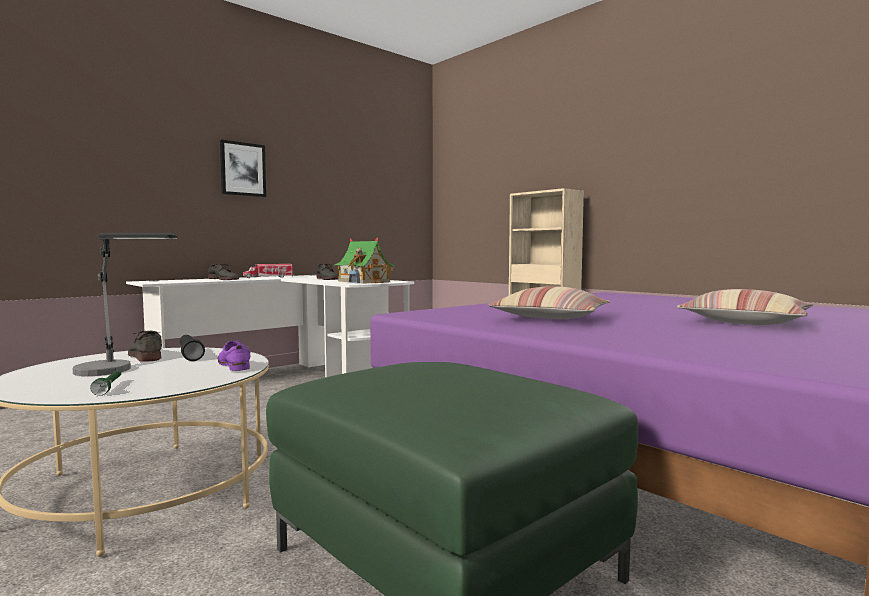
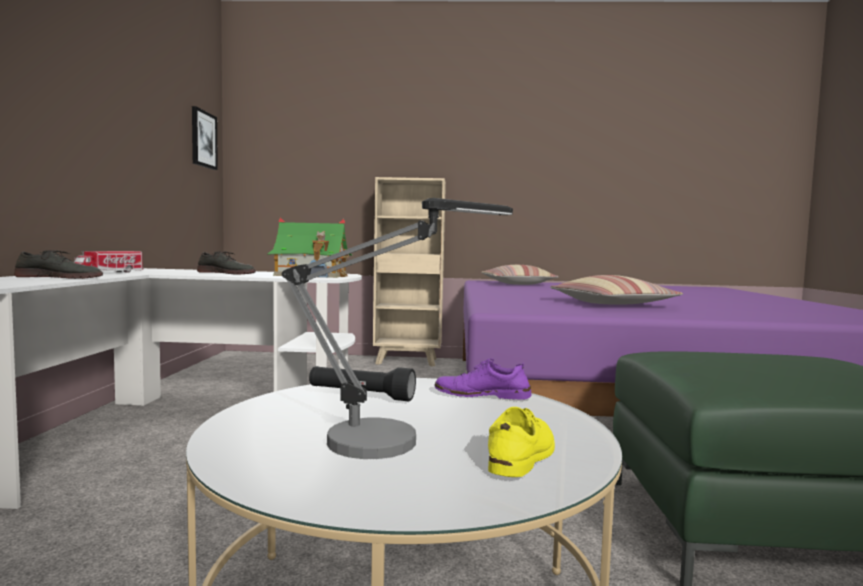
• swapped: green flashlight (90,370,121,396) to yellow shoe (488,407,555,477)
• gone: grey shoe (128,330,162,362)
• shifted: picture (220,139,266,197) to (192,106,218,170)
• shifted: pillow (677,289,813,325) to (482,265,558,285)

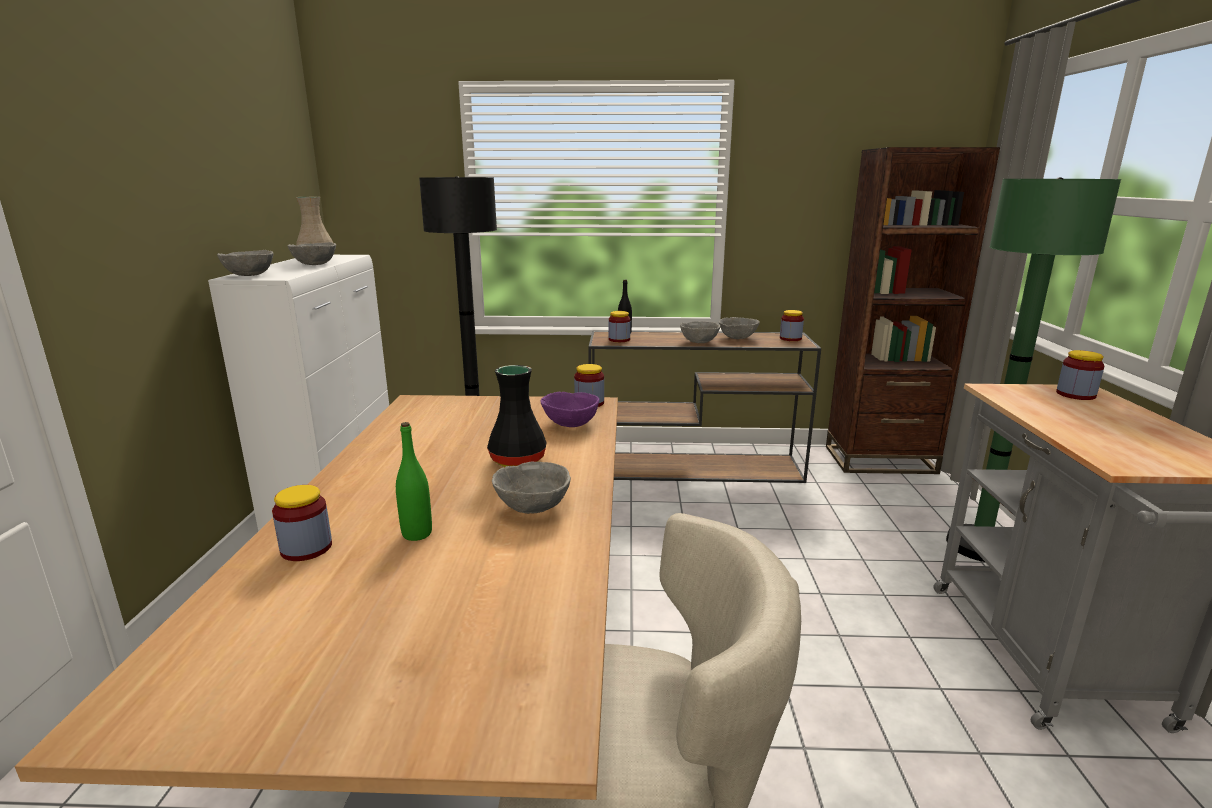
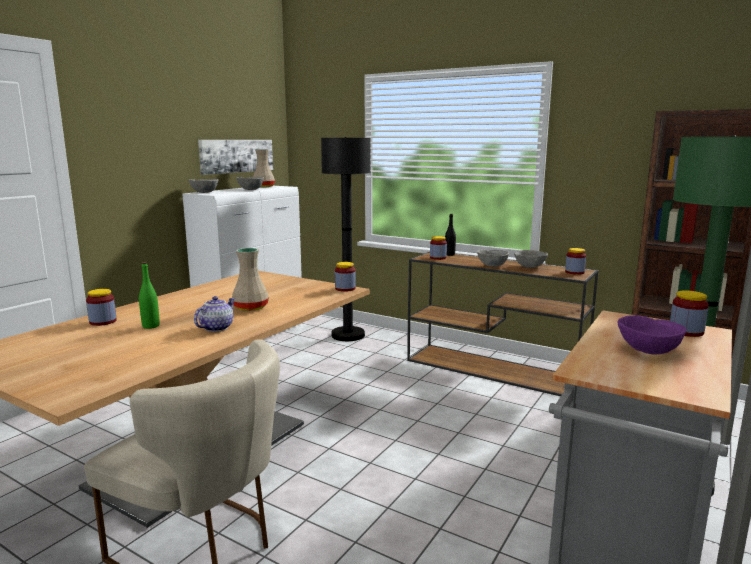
• repainted: black vase (487,365,547,467) to beige vase (232,248,269,311)
• swapped: grey bowl (492,461,571,514) to teapot (194,296,235,332)
• shifted: purple bowl (540,392,599,427) to (617,315,687,355)
• new: picture (198,140,273,175)

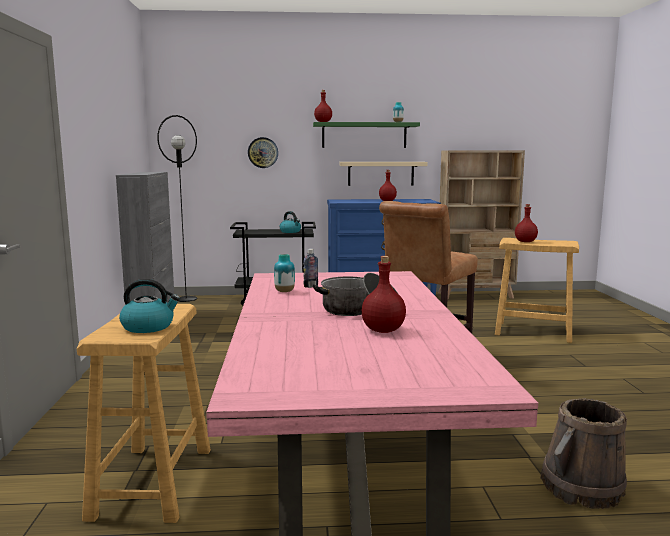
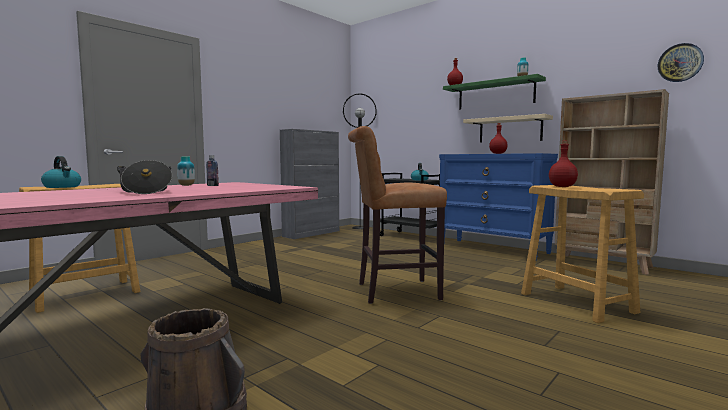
• shifted: wall clock (248,137,278,168) to (658,43,704,82)
• gone: red bottle (362,256,406,333)

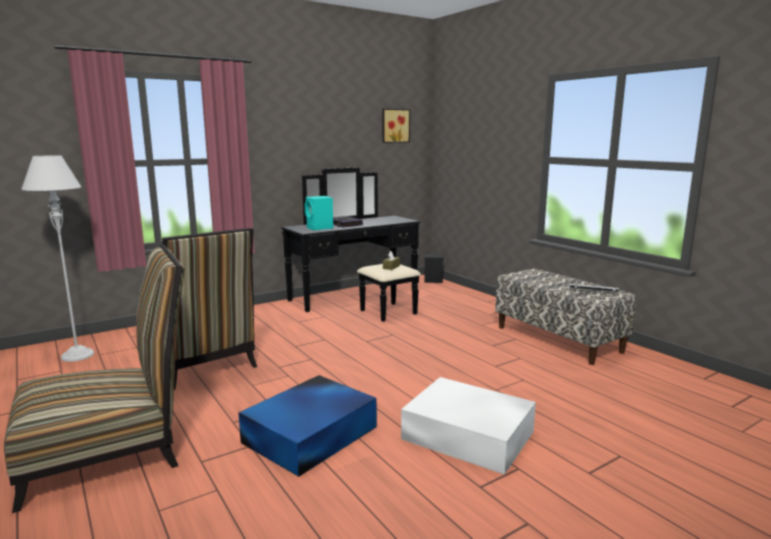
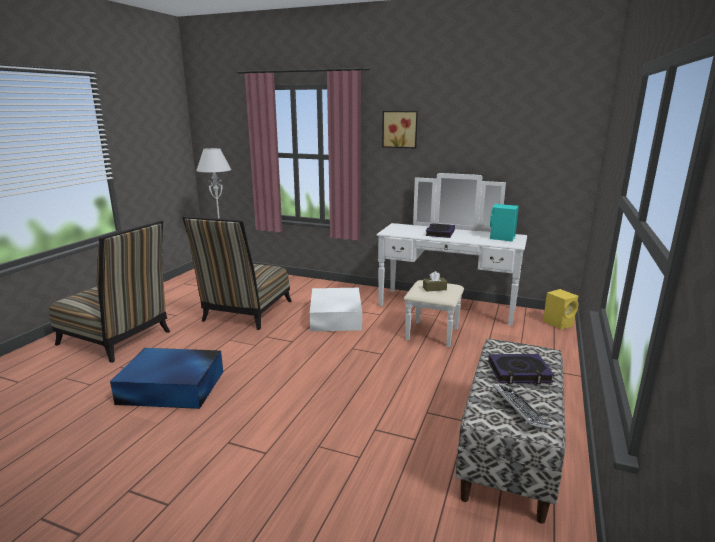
• repainted: black dresser (281,168,421,322) to white dresser (377,173,527,347)
• shifted: turquoise speaker (305,196,333,230) to (490,204,519,241)
• shifted: picture (383,109,410,143) to (382,111,418,149)
• shifted: white storage box (401,377,536,475) to (310,288,362,332)
• repainted: black speaker (424,254,444,283) to yellow speaker (543,289,579,330)
• new: book (488,354,554,384)

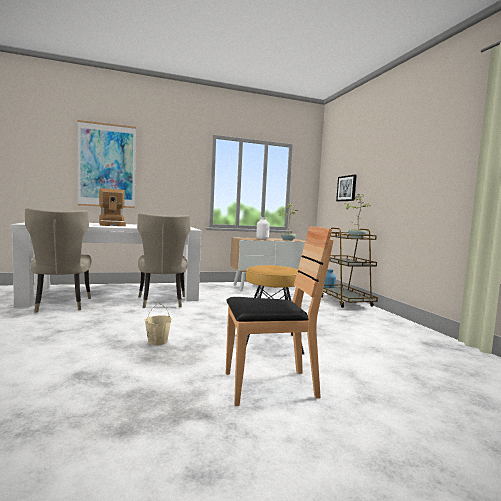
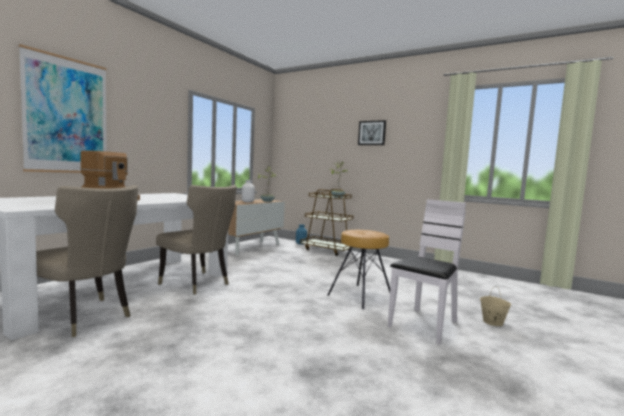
• shifted: beige bucket (145,303,172,345) to (480,286,511,326)
• repainted: brown chair (226,226,334,406) to white chair (388,199,466,345)
• shifted: picture (336,175,357,201) to (358,120,386,145)

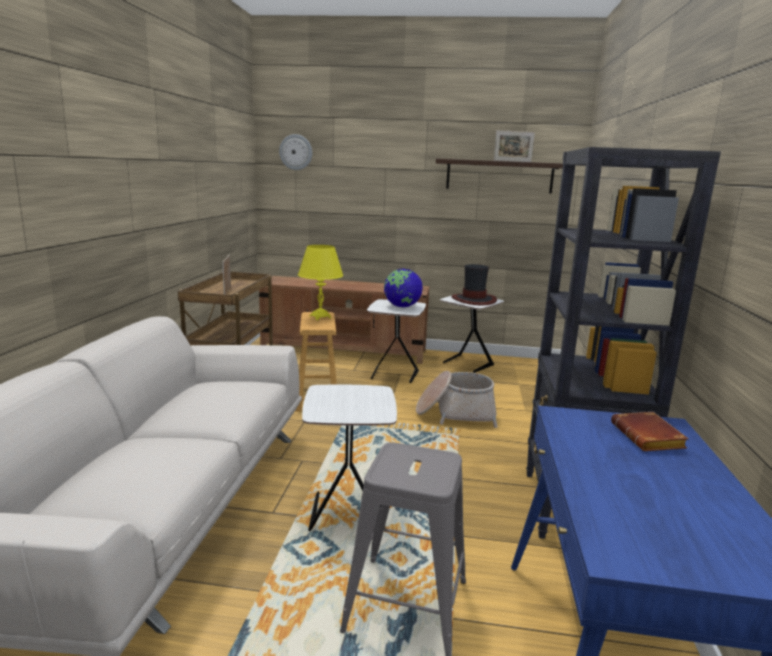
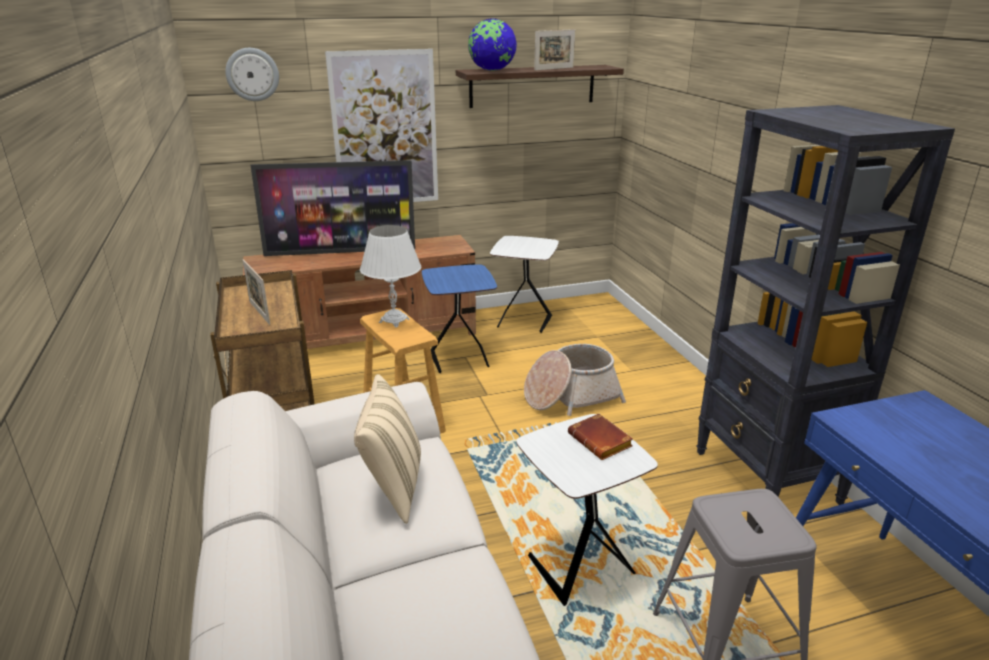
• repainted: yellow table lamp (298,245,343,320) to white table lamp (360,225,422,327)
• repainted: white side table (367,299,426,384) to blue side table (422,264,497,373)
• shifted: globe (384,269,423,307) to (468,18,517,71)
• gone: hat (452,264,497,305)
• shifted: brown book (611,412,689,451) to (568,414,633,460)
• new: television (251,160,415,256)
• new: picture (325,49,438,202)
• new: beige pillow (354,374,421,524)

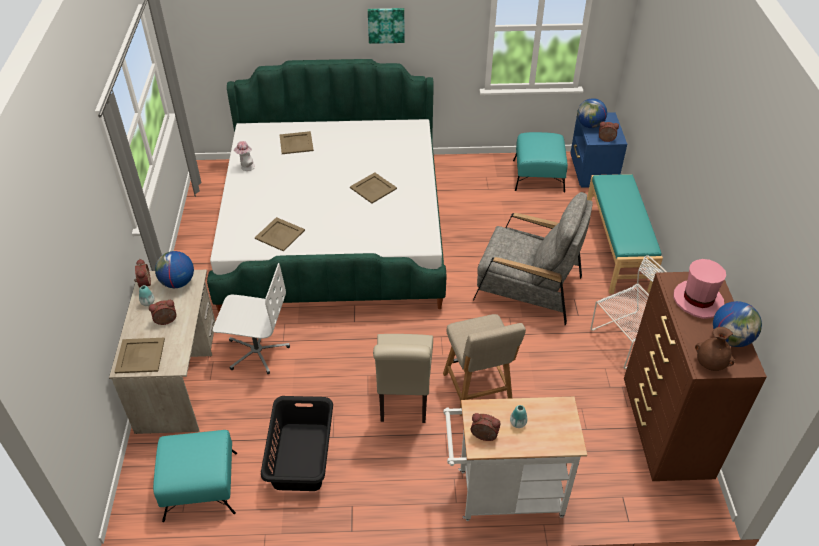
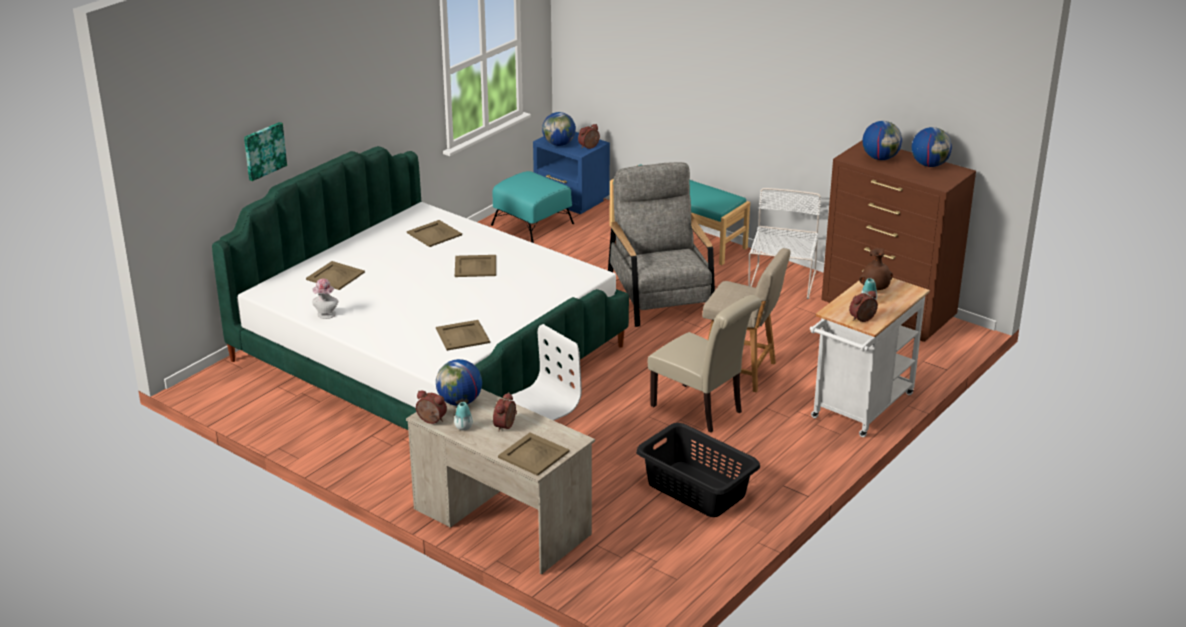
• gone: turquoise ottoman (153,430,237,522)
• shifted: picture (368,8,404,44) to (244,122,287,181)
• rotated: grey armchair (473,192,593,326) = (608,162,715,327) 75 degrees counterclockwise
• swapped: pink hat (673,259,726,319) to globe (862,121,902,160)
• shifted: brown vase (695,327,735,371) to (859,248,893,290)
• new: beige tray (407,220,462,247)

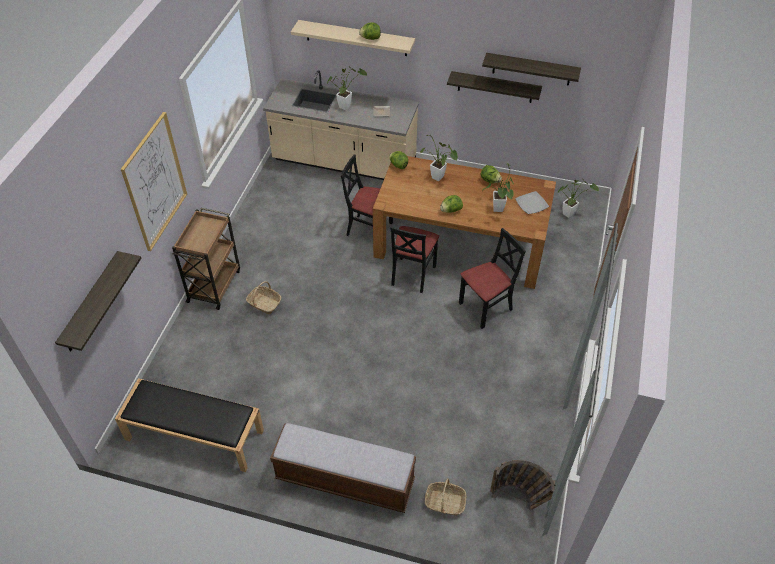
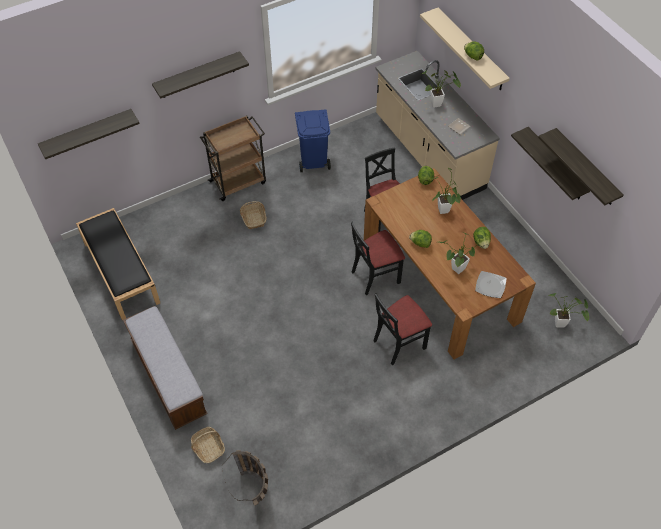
• swapped: picture (121,112,187,251) to shelf (152,51,249,99)
• rotated: black chair (459,228,526,329) = (373,294,432,365) 135 degrees clockwise
• new: blue trash can (295,109,331,172)

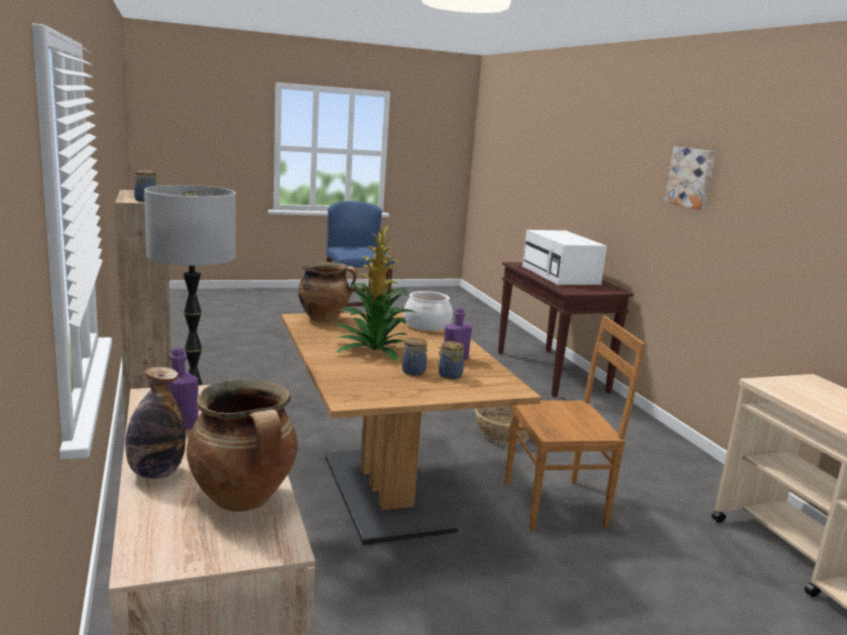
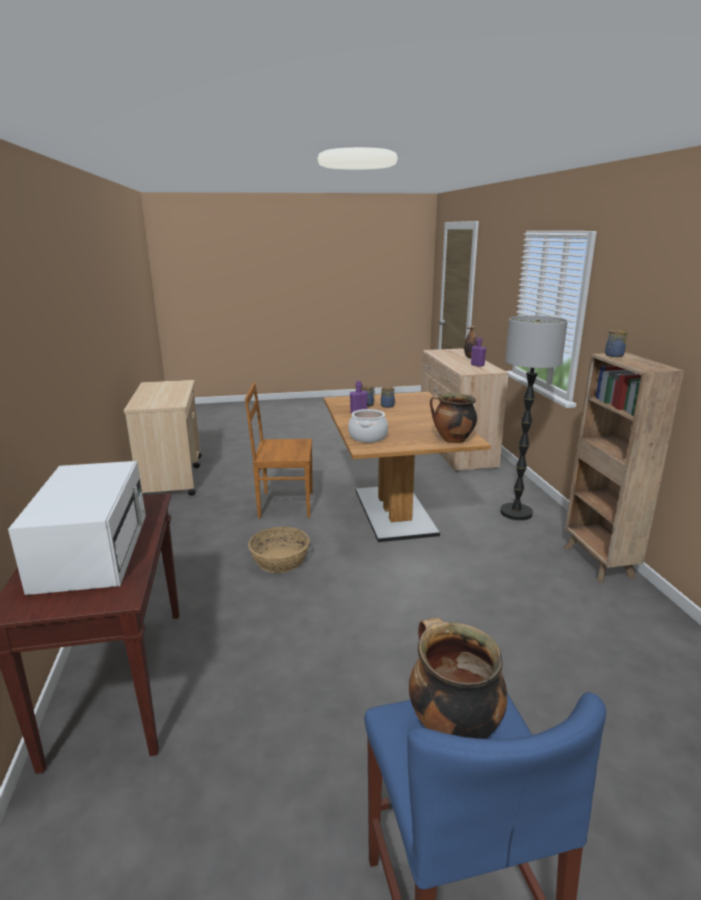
• shifted: cooking pot (186,379,298,512) to (409,618,507,739)
• gone: potted plant (335,226,416,361)
• gone: picture (664,147,716,210)

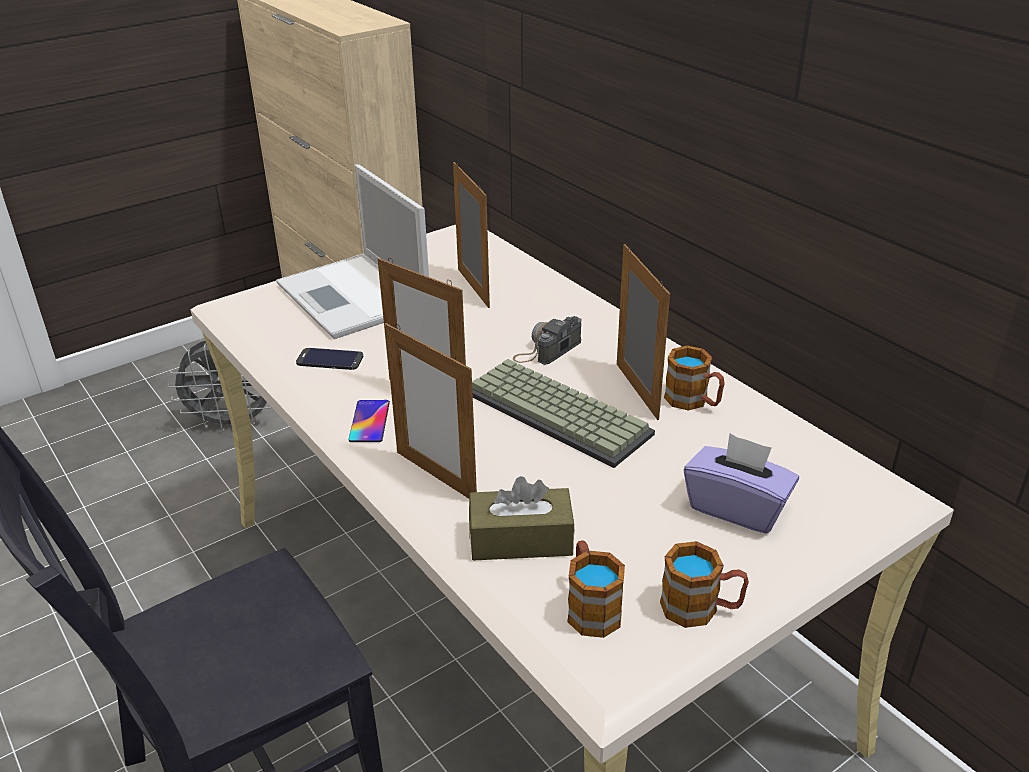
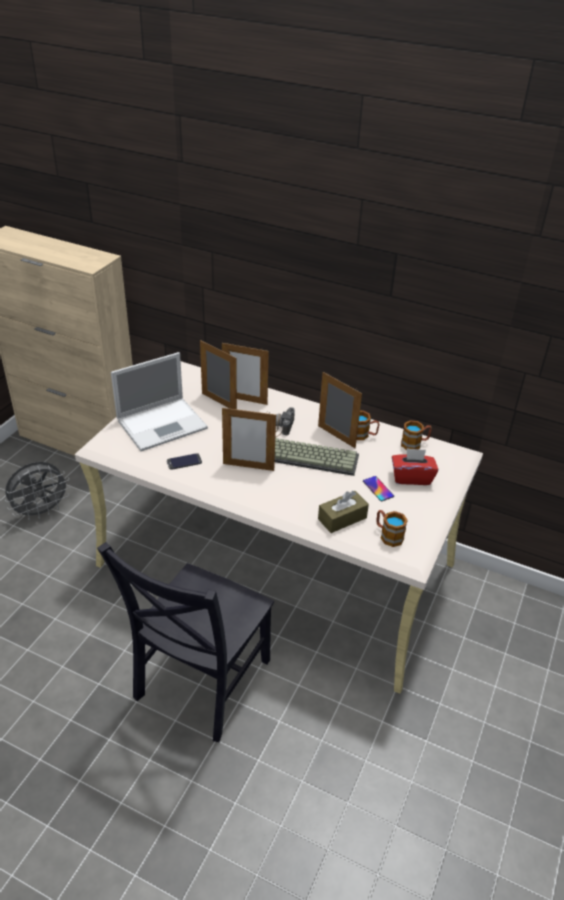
• rotated: laptop (276,164,429,339) = (111,352,208,451) 60 degrees counterclockwise
• shifted: phone (349,400,390,442) to (363,476,394,501)
• shifted: picture frame (385,323,477,499) to (222,343,269,405)
• shifted: mug (660,541,749,628) to (401,420,432,450)
• repainted: purple tissue box (684,433,799,534) to red tissue box (392,448,438,485)

